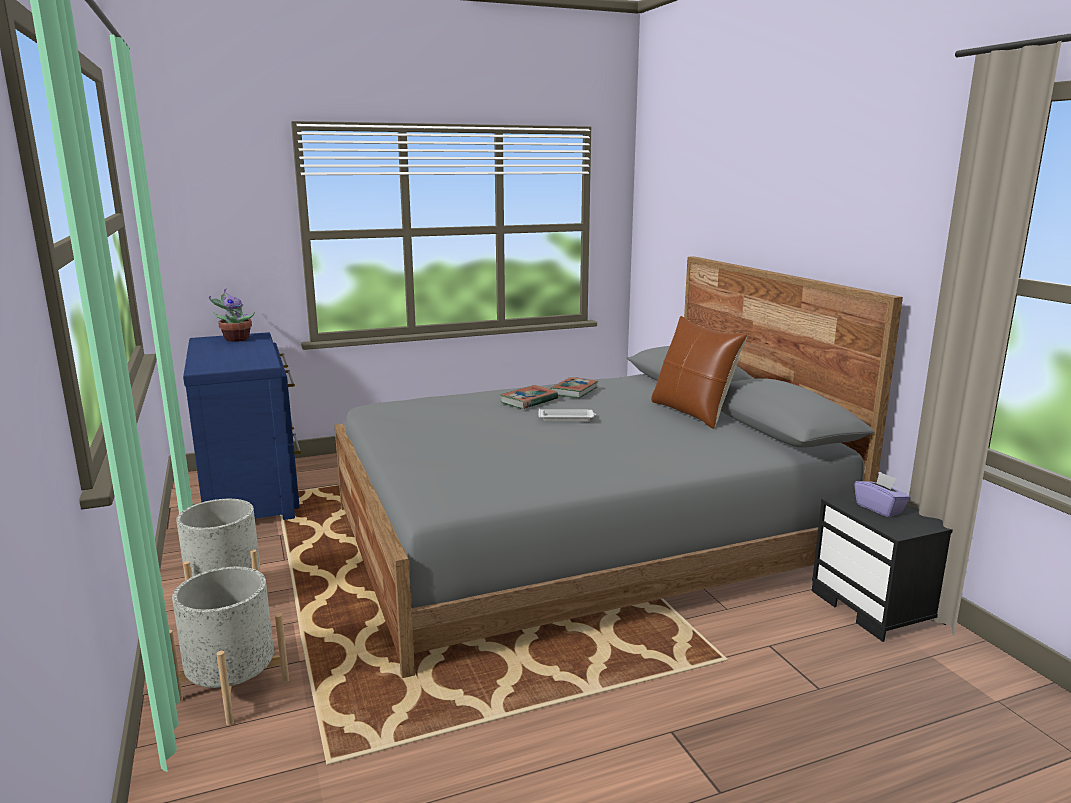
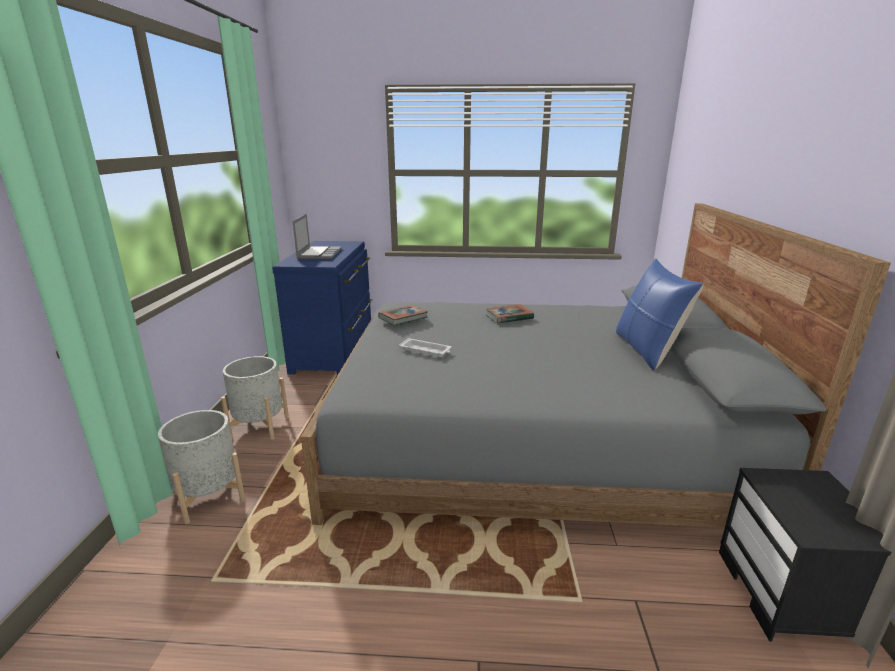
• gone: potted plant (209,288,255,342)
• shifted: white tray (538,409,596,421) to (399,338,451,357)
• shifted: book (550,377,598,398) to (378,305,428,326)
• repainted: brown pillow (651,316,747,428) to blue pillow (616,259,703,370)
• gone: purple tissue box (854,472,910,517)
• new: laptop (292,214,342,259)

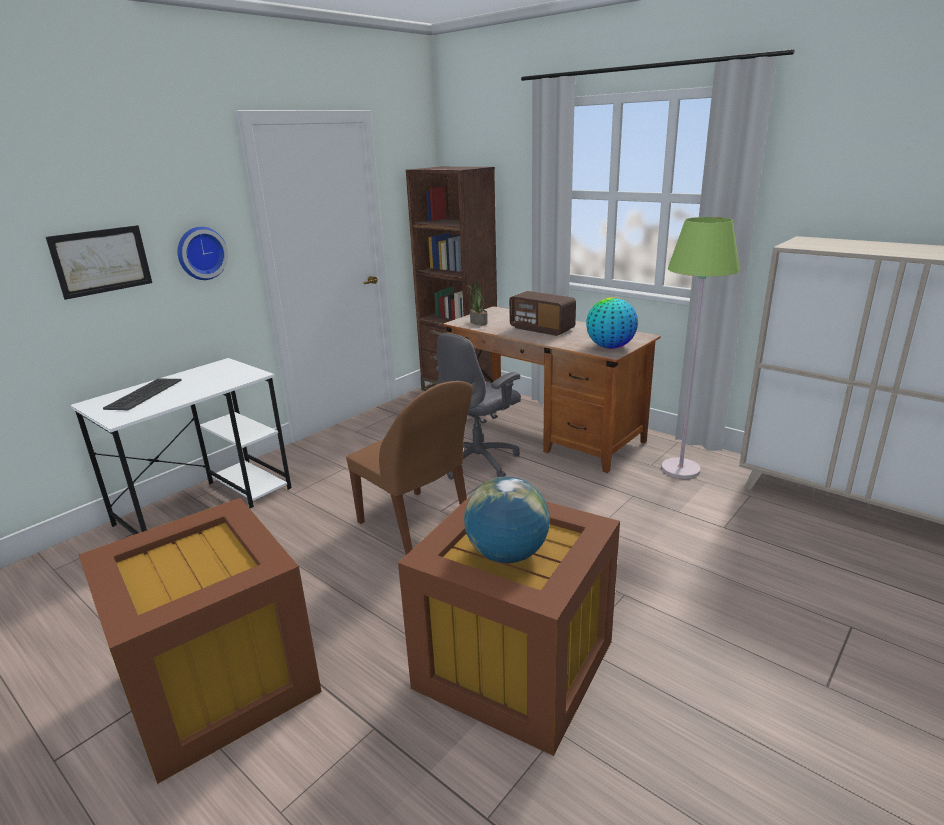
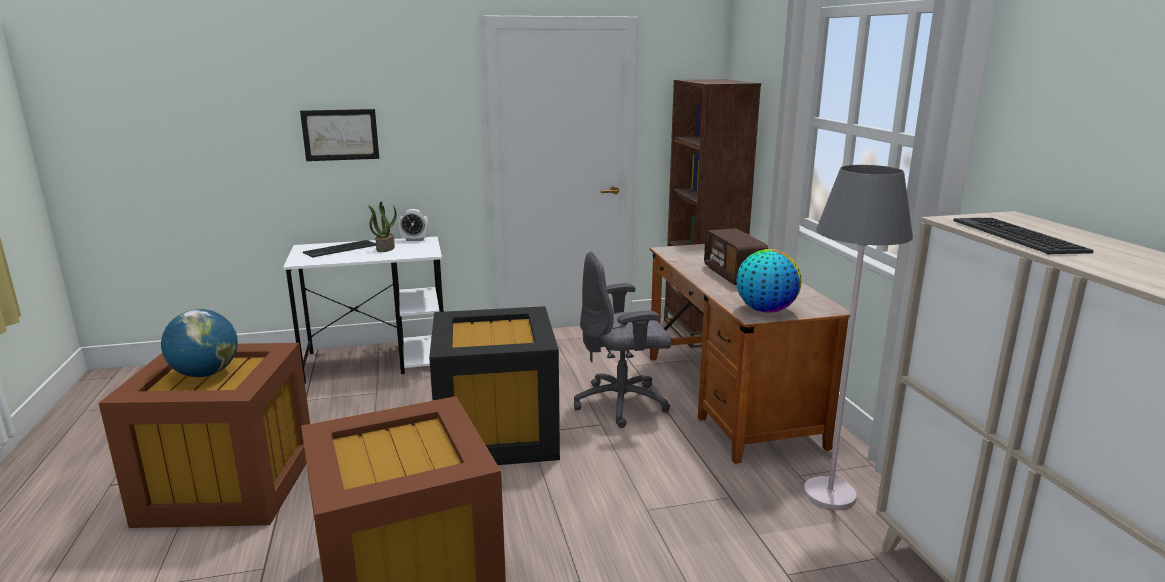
• gone: wall clock (178,227,228,280)
• swapped: brown chair (346,381,473,555) to black storage box (429,306,560,465)
• shifted: globe (464,476,550,563) to (161,309,238,377)
• shifted: potted plant (468,279,488,325) to (368,201,397,252)
• repainted: green floor lamp (661,217,740,479) to grey floor lamp (804,165,913,509)
• new: alarm clock (399,209,429,241)
• new: keyboard (953,218,1093,255)

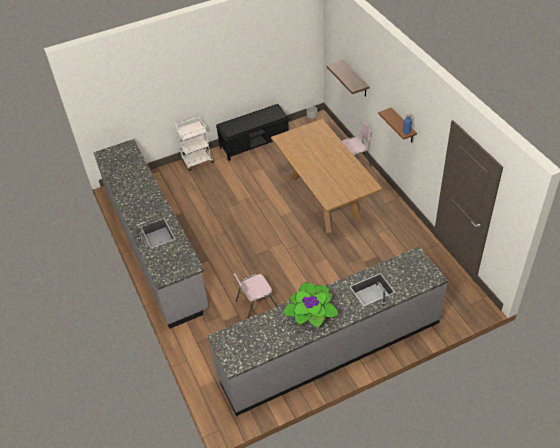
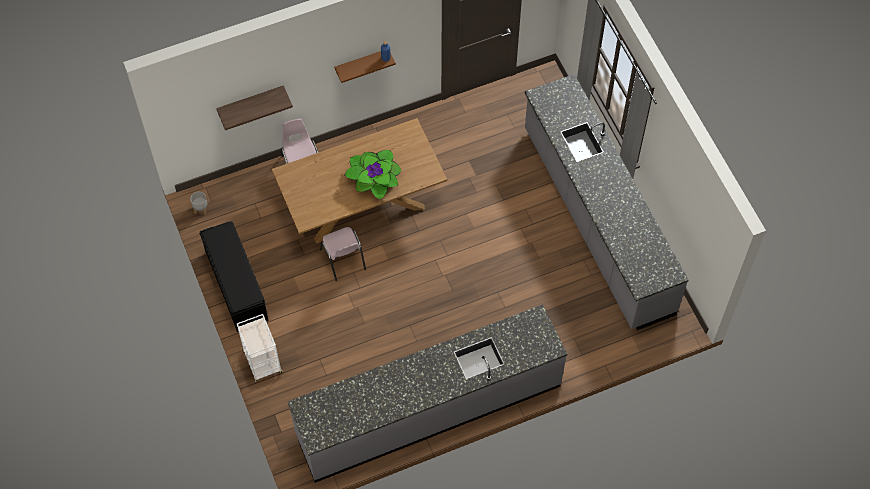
• shifted: pink chair (234,273,277,319) to (320,227,366,281)
• shifted: potted plant (284,282,338,328) to (344,150,402,200)

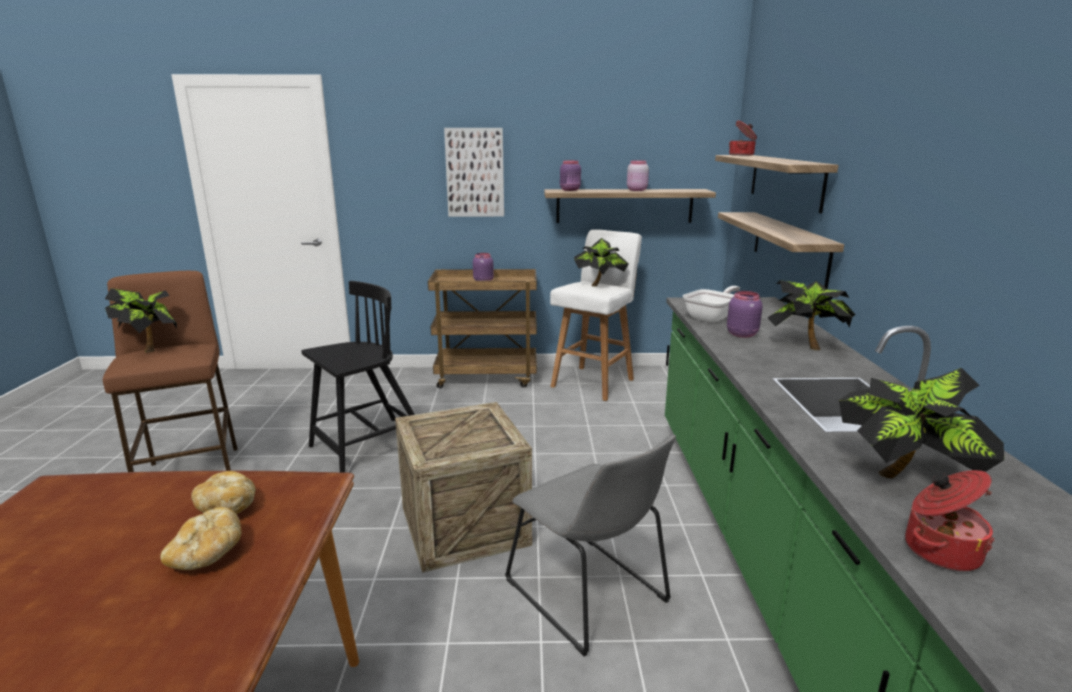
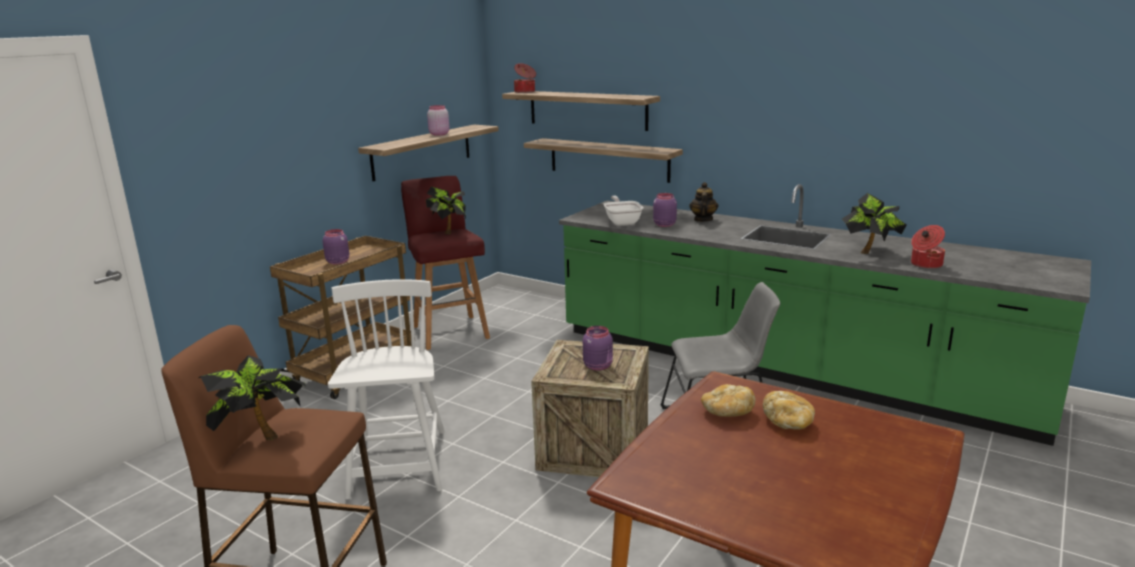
• repainted: black chair (301,281,415,473) to white chair (328,279,445,500)
• gone: picture (444,128,504,217)
• repainted: white stool (550,229,642,401) to red stool (401,176,490,350)
• shifted: purple jar (560,160,581,191) to (583,326,613,371)
• swapped: potted plant (767,280,857,350) to teapot (689,182,719,222)

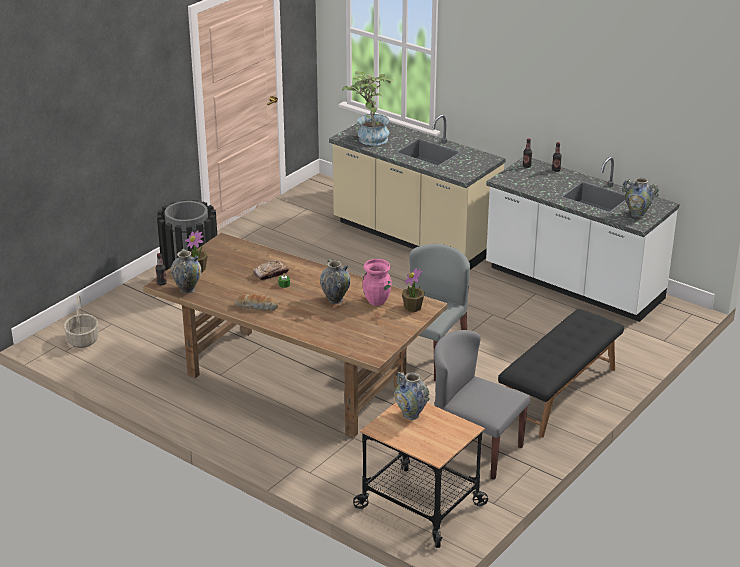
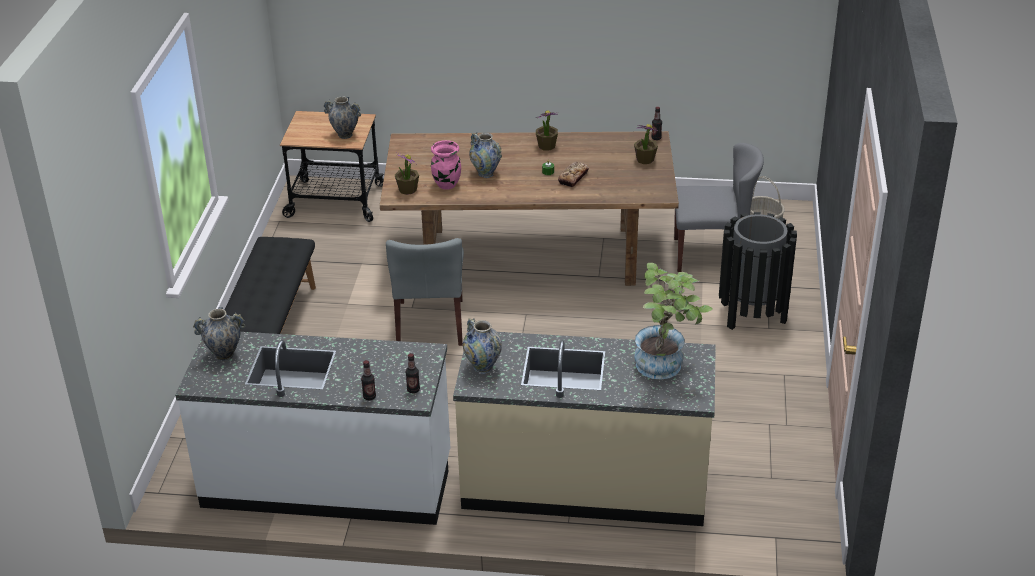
• shifted: vase (171,248,201,294) to (463,318,502,374)
• swapped: bread (235,294,280,311) to potted plant (536,110,558,150)
• shifted: grey chair (434,330,530,480) to (674,143,764,272)

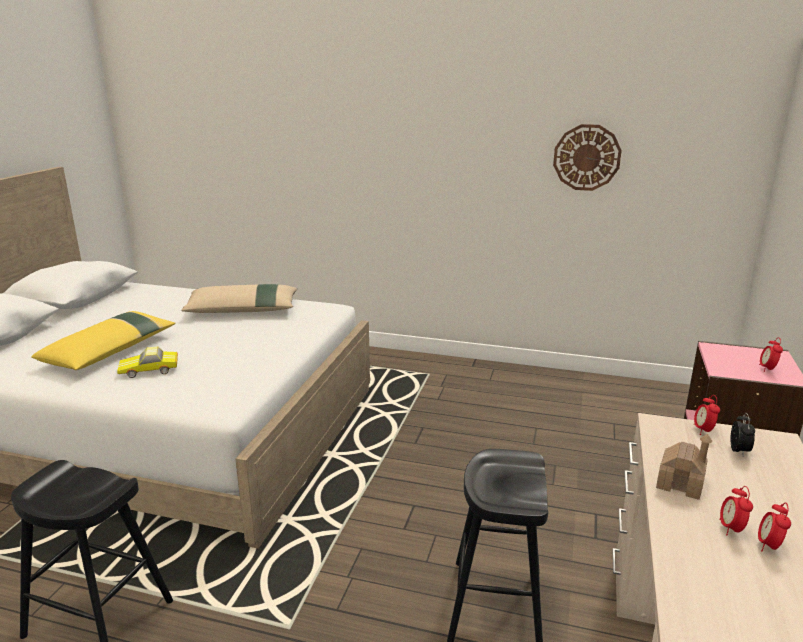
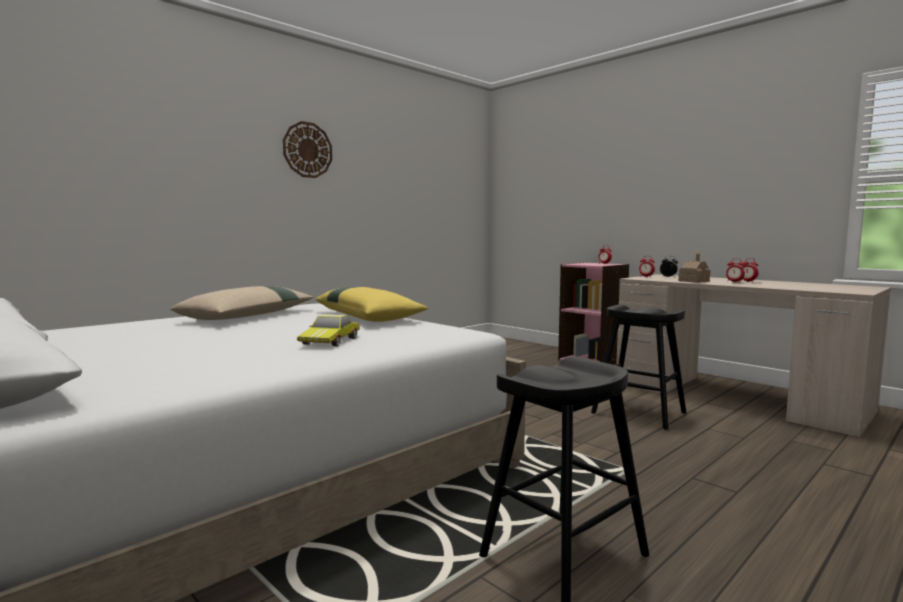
• shifted: yellow pillow (31,311,176,370) to (316,287,428,322)
• shifted: wall clock (553,124,622,191) to (283,121,332,178)

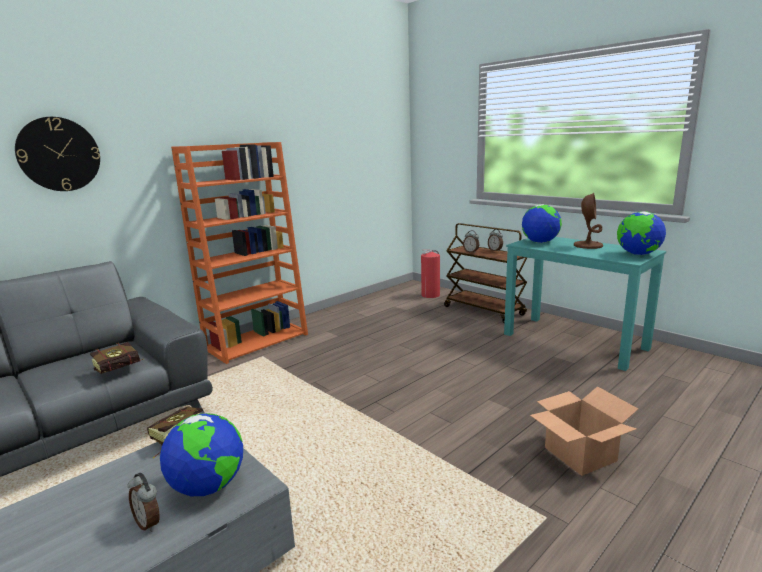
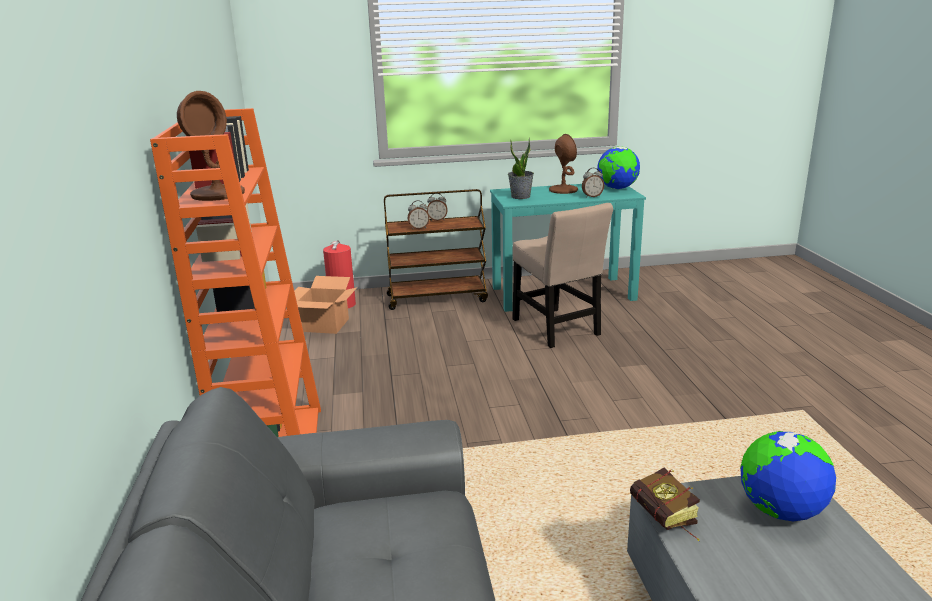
• gone: wall clock (15,117,100,191)
• gone: book (90,342,144,374)
• shifted: alarm clock (127,473,160,532) to (582,168,604,198)
• swapped: globe (522,205,562,243) to potted plant (508,137,534,199)
• shifted: cardboard box (530,386,638,476) to (294,276,357,334)
• new: brown table lamp (177,91,245,201)
• new: beige chair (512,203,613,348)

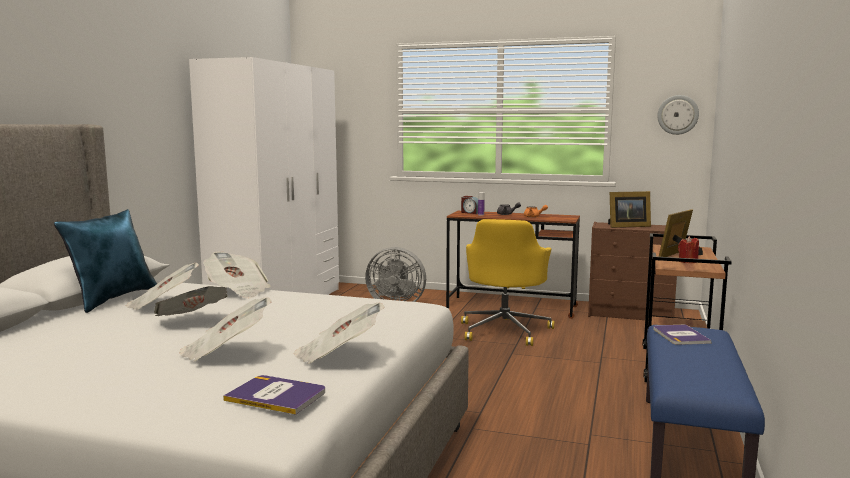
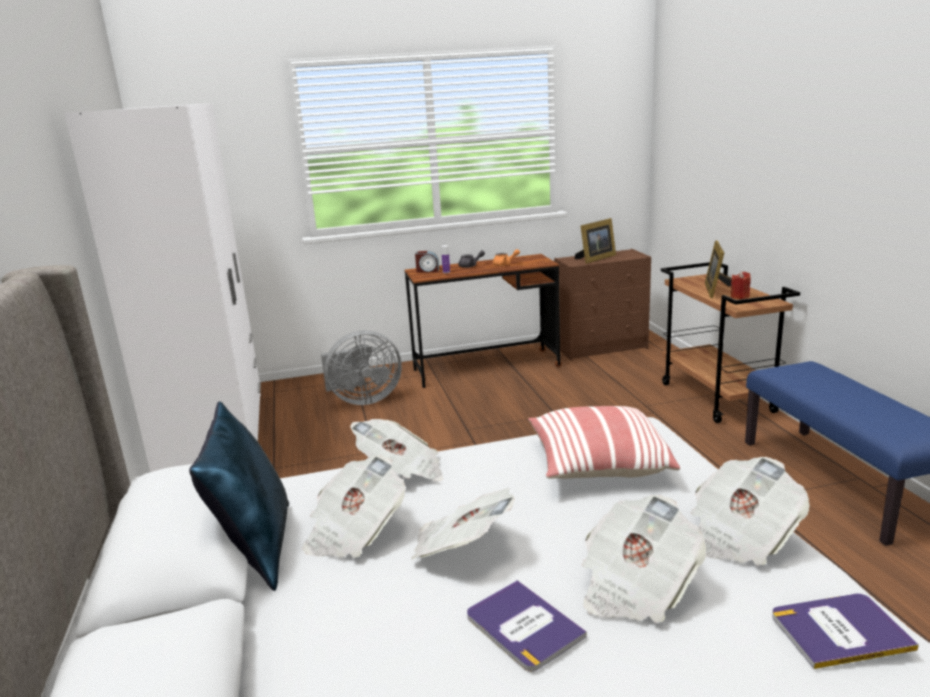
• gone: yellow office chair (461,219,554,346)
• shifted: book (653,324,711,345) to (467,580,587,672)
• gone: wall clock (657,95,699,135)
• new: pillow (528,406,680,479)

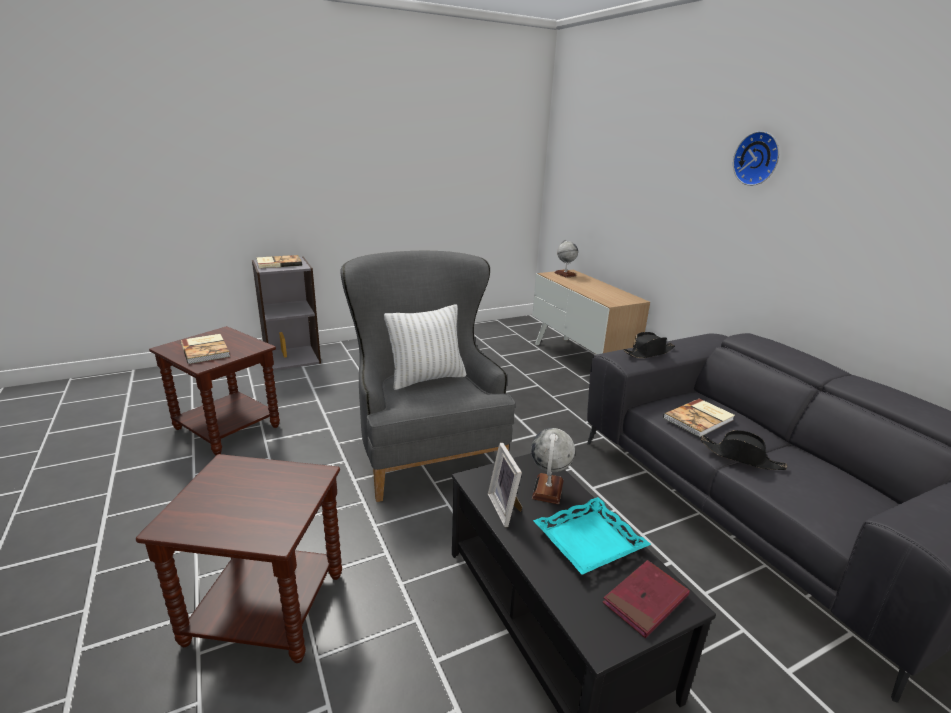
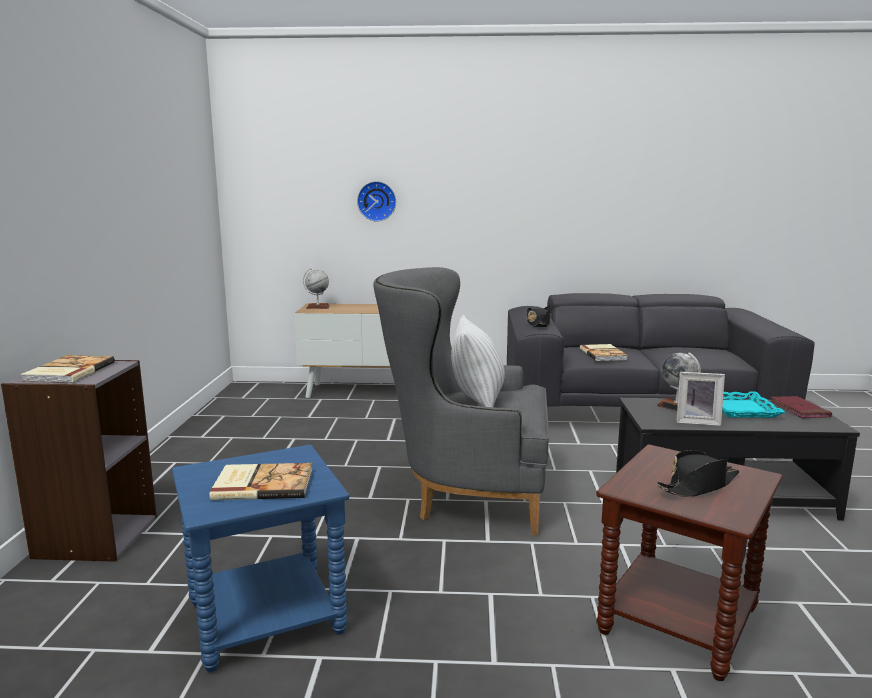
• repainted: brown side table (149,326,280,455) to blue side table (172,445,349,672)
• shifted: black hat (701,430,787,470) to (657,450,739,497)
• shifted: wall clock (733,131,779,186) to (357,181,396,222)

